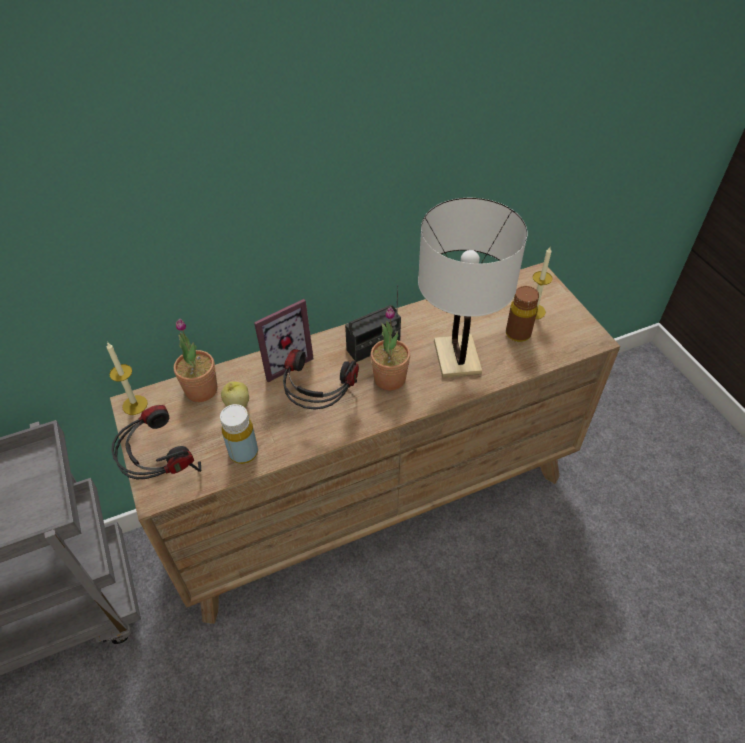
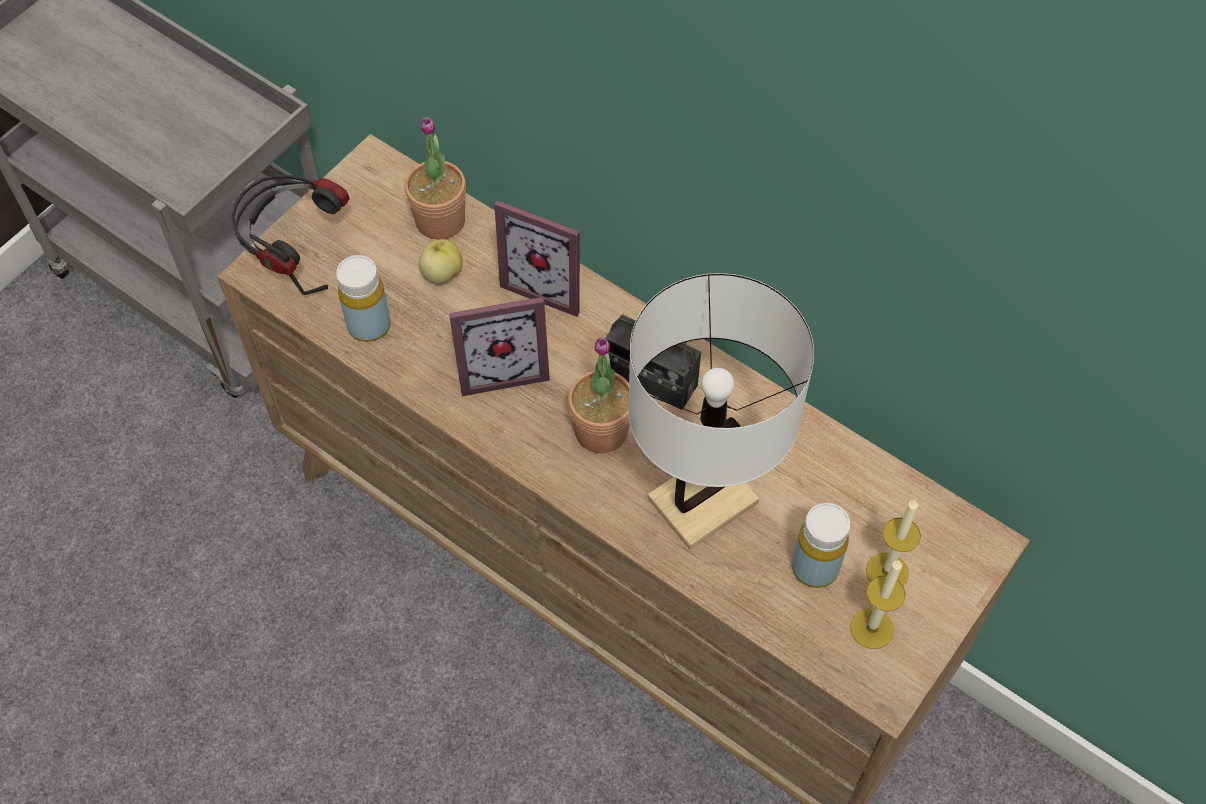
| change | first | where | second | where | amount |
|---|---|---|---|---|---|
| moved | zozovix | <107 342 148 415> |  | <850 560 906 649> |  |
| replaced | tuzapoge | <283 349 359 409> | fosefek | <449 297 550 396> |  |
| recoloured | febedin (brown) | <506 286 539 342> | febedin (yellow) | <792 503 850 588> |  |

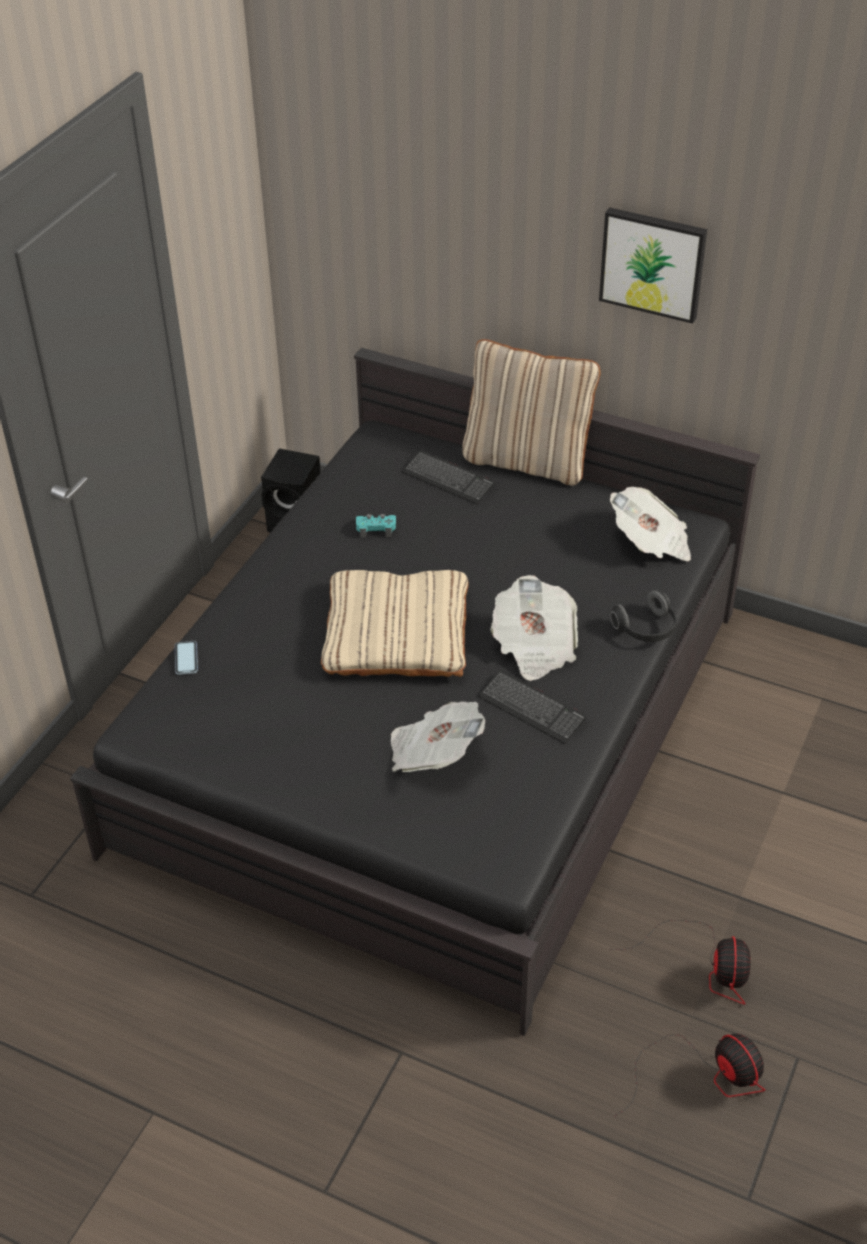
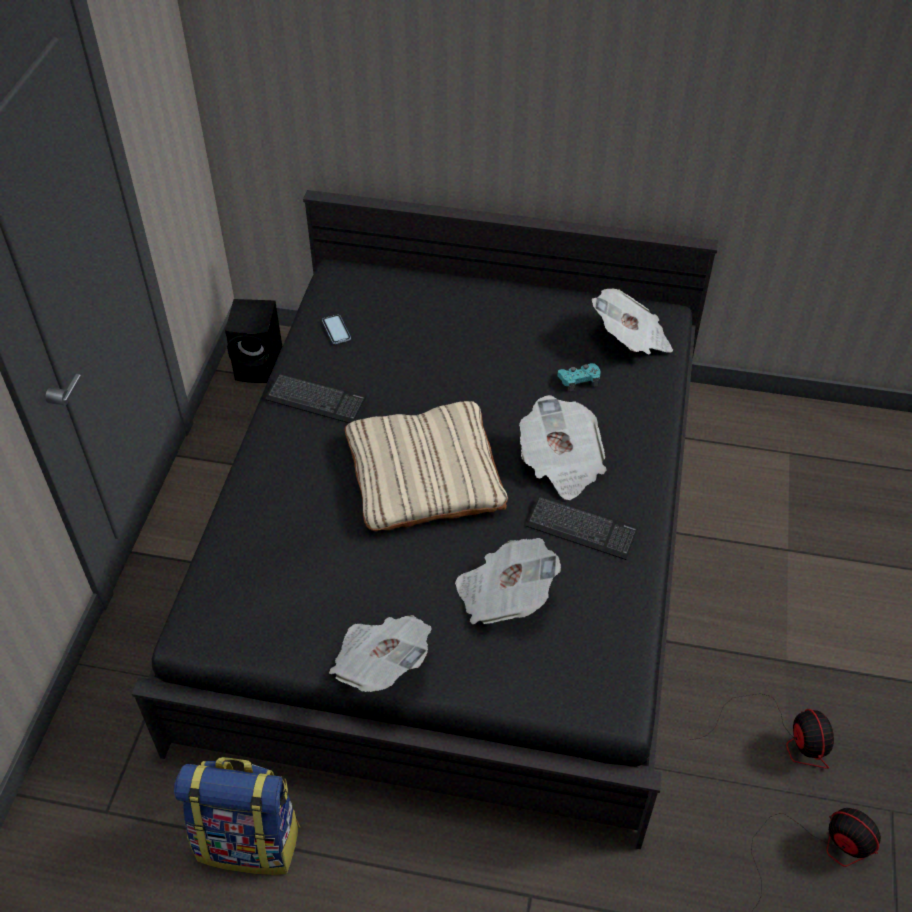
| change | first | where | second | where | amount |
|---|---|---|---|---|---|
| moved | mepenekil | <175 641 198 675> |  | <322 314 351 344> |  |
| moved | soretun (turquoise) | <356 514 396 538> |  | <558 363 601 392> |  |
| moved | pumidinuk | <402 451 495 504> |  | <265 372 366 423> |  |
| removed | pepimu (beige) | <462 339 601 486> |  |  |  |
| removed | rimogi | <599 207 707 324> |  |  |  |
| removed | tuzapoge | <610 589 677 642> |  |  |  |
| added |  |  | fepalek | <174 757 300 875> |  |
| added |  |  | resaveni | <329 615 432 692> |  |

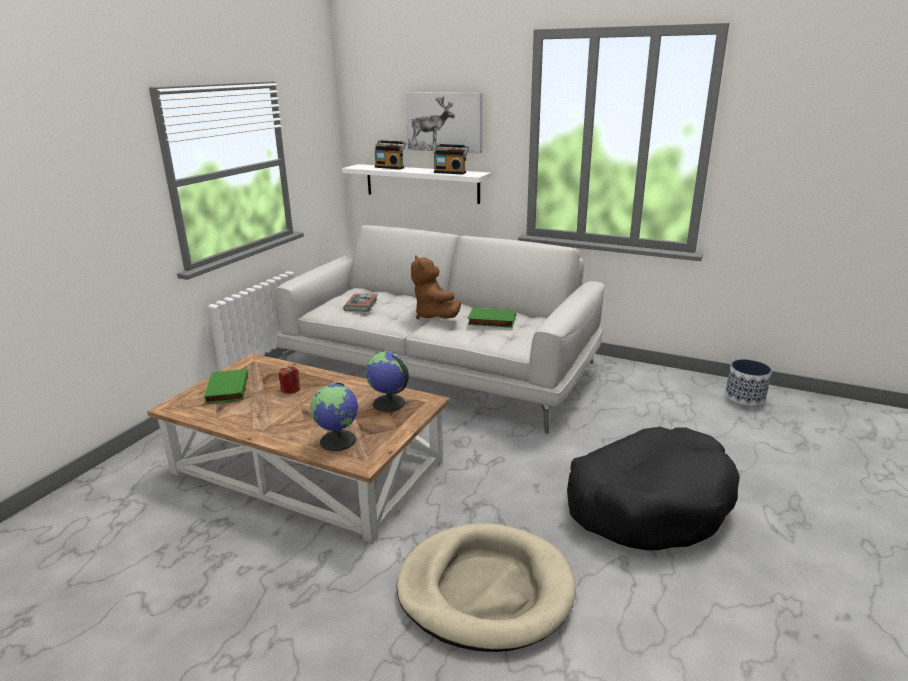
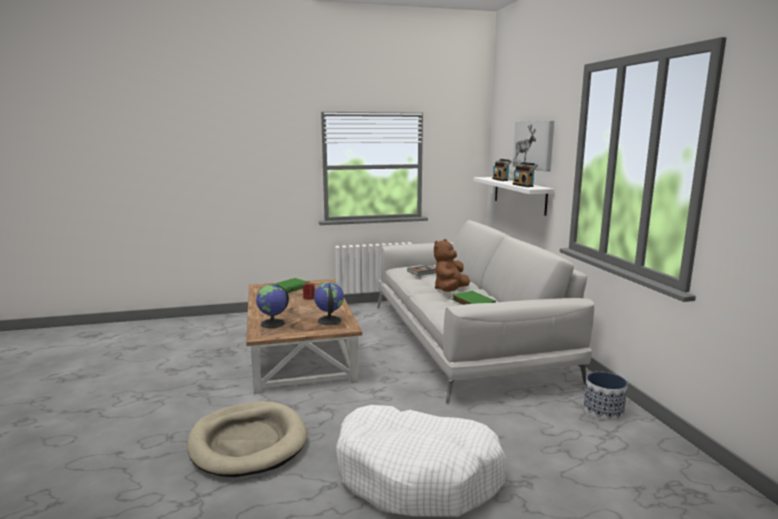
| change | first | where | second | where | amount |
|---|---|---|---|---|---|
| recoloured | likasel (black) | <567 427 740 550> | likasel (white) | <336 405 507 517> |  |
| moved | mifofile | <725 359 772 406> |  | <584 372 628 421> |  |

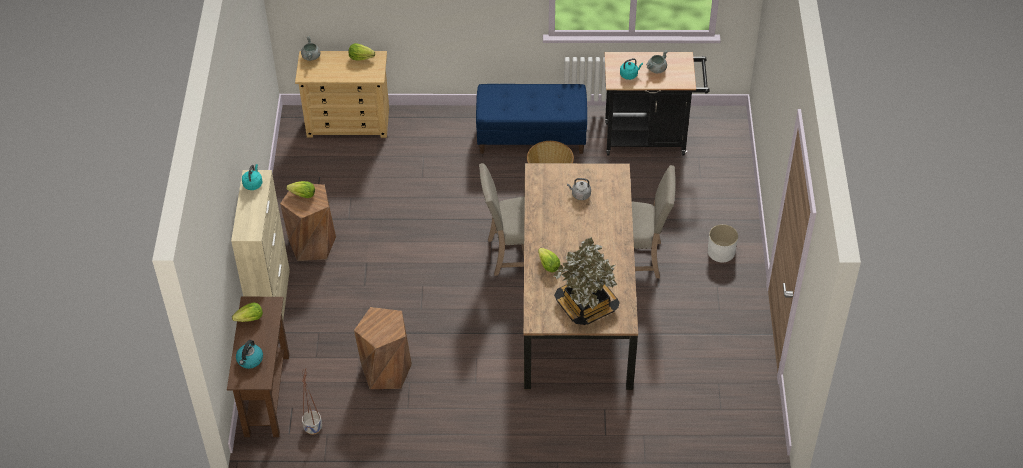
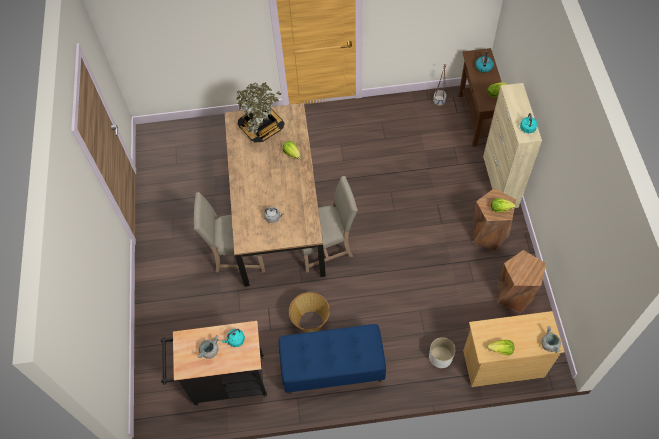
| change | first | where | second | where | amount |
|---|---|---|---|---|---|
| moved | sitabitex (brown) | <354 307 412 389> |  | <498 250 546 313> |  |
| moved | mifofile (white) | <708 224 738 262> |  | <429 337 456 368> |  |

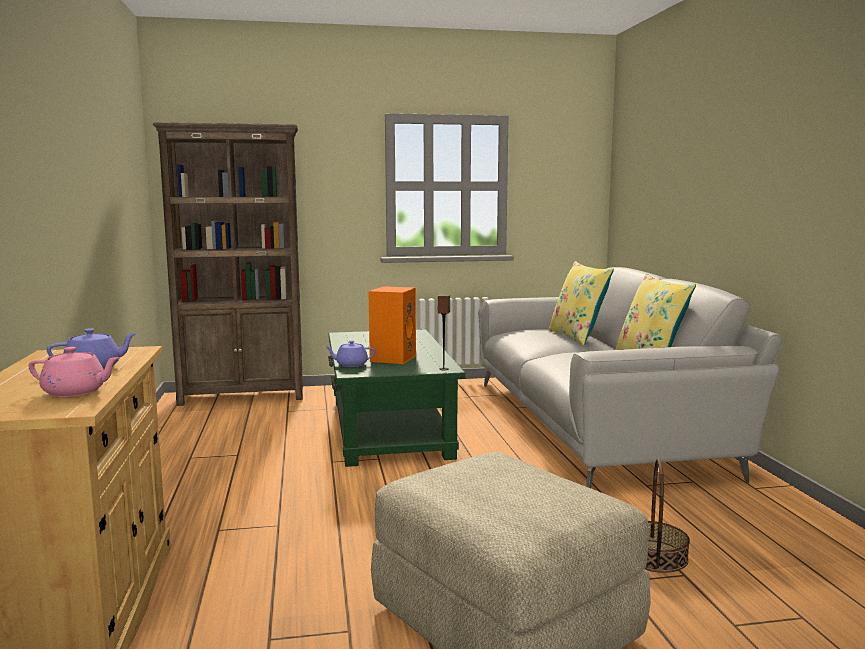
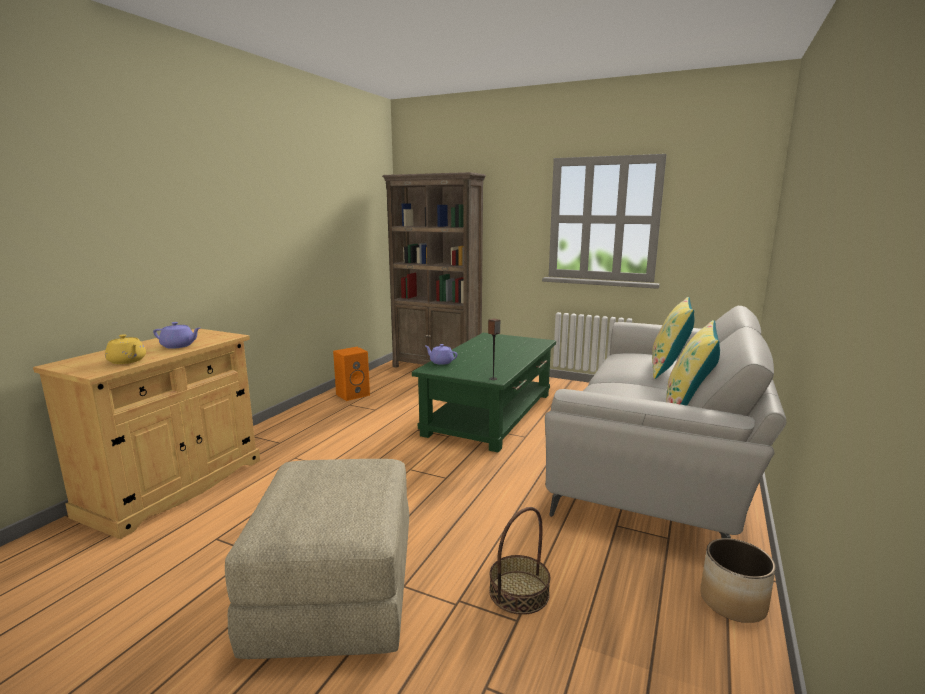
| change | first | where | second | where | amount |
|---|---|---|---|---|---|
| recoloured | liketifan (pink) | <28 347 120 397> | liketifan (yellow) | <105 334 146 364> |  |
| moved | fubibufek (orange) | <368 286 416 364> |  | <333 347 370 401> |  |
| added |  |  | mifofile | <700 538 776 623> |  |

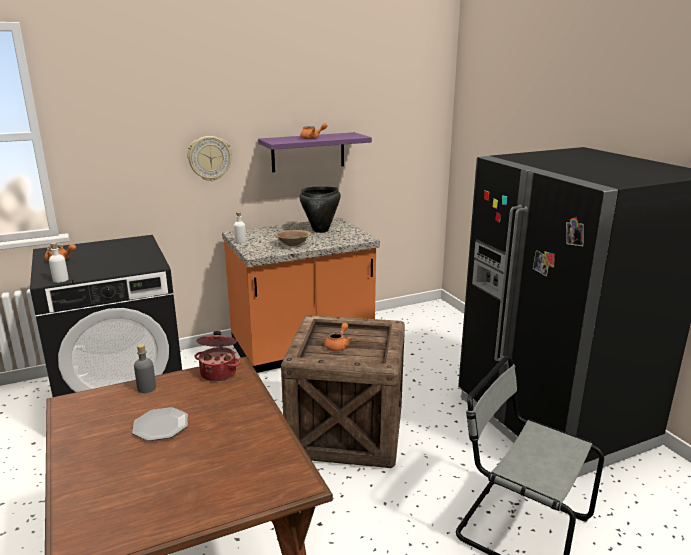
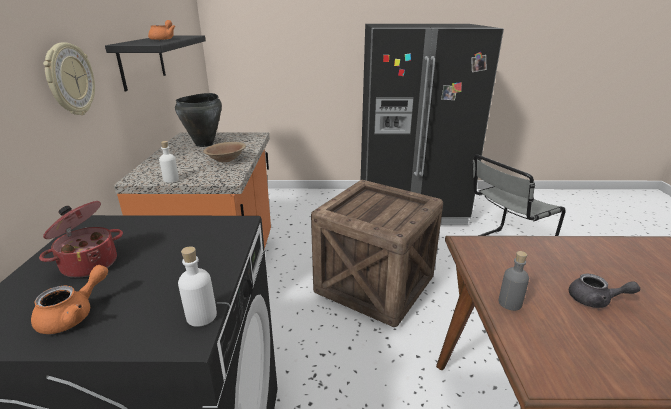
| change | first | where | second | where | amount |
|---|---|---|---|---|---|
| replaced | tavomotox | <132 407 188 441> | liketifan (grey) | <569 274 640 308> |  |
| moved | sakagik | <194 331 241 381> |  | <39 201 123 278> |  |
| recoloured | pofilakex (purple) | <258 132 372 172> | pofilakex (black) | <105 35 205 91> |  |
| removed | liketifan (orange) | <324 323 353 351> |  |  |  |

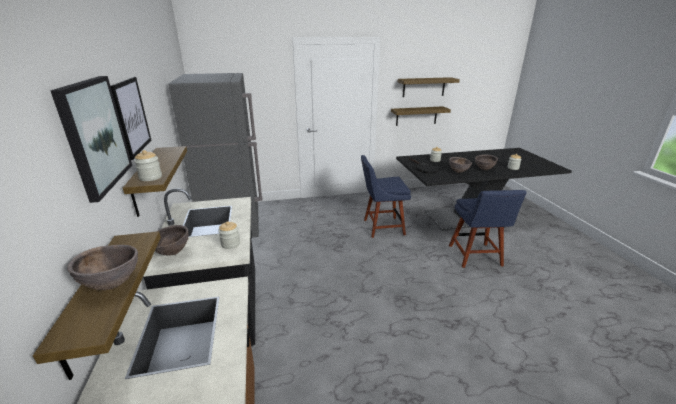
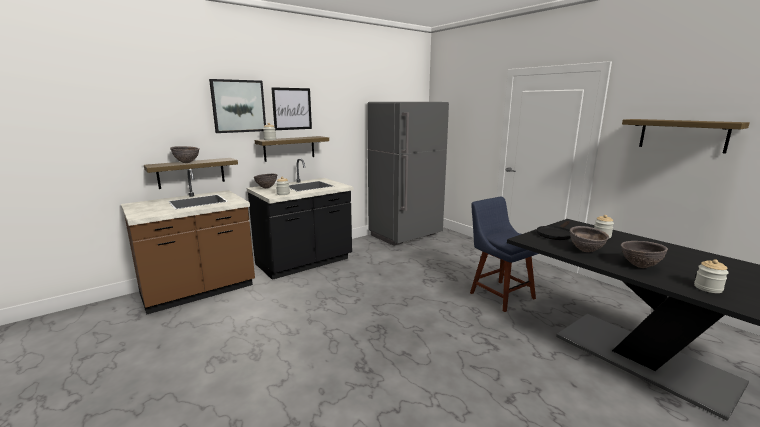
| change | first | where | second | where | amount |
|---|---|---|---|---|---|
| removed | pofilakex | <391 106 451 126> |  |  |  |
| removed | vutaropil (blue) | <449 190 526 268> |  |  |  |

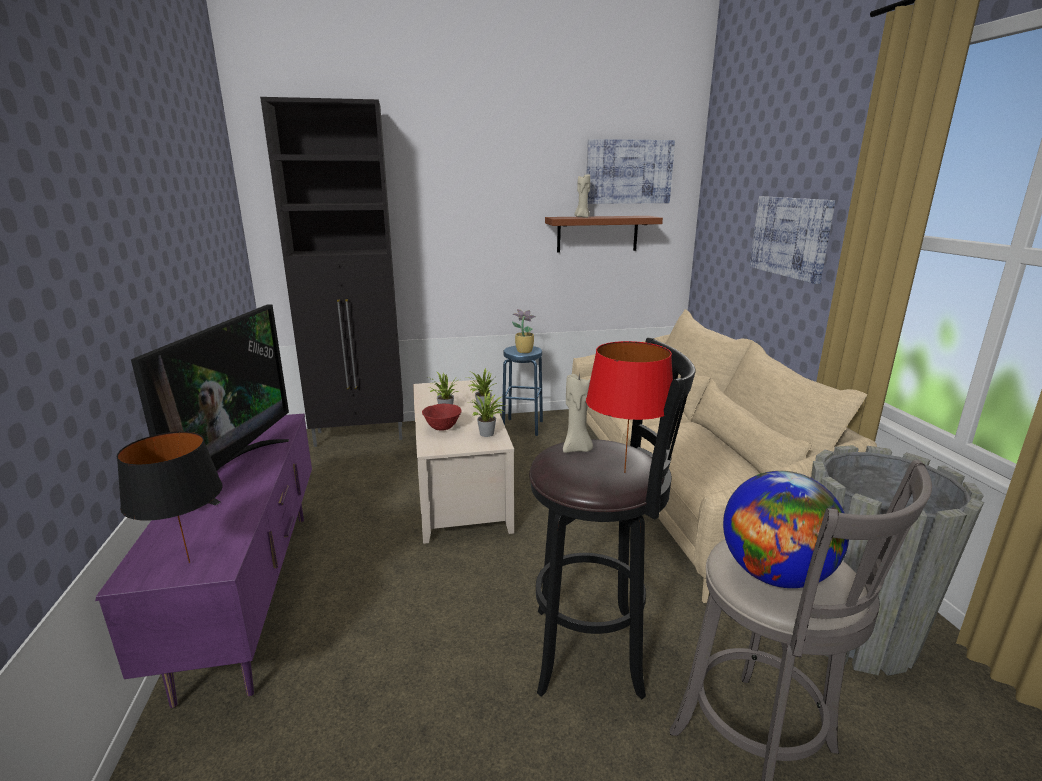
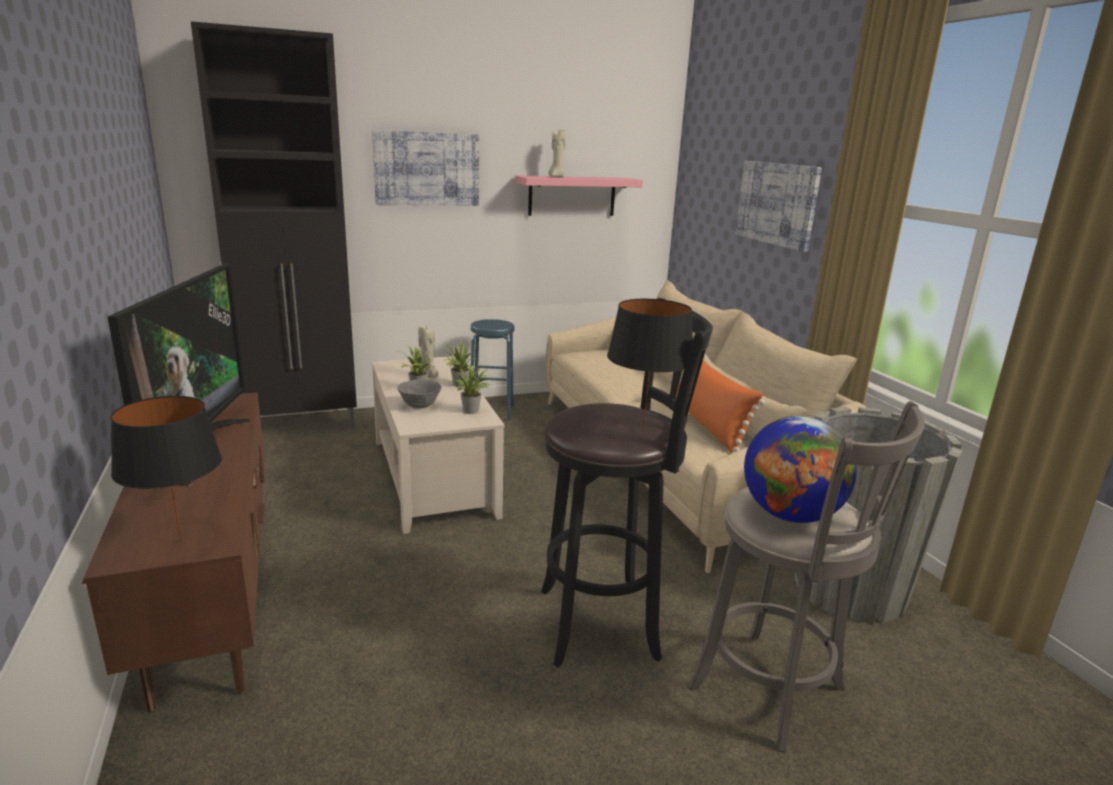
| change | first | where | second | where | amount |
|---|---|---|---|---|---|
| recoloured | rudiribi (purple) | <95 413 312 708> | rudiribi (brown) | <82 392 265 712> |  |
| recoloured | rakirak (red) | <422 403 462 431> | rakirak (grey) | <397 379 442 409> |  |
| removed | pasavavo | <512 309 536 353> |  |  |  |
| recoloured | pofilakex (brown) | <545 216 663 253> | pofilakex (pink) | <515 175 643 216> |  |
| moved | zozovix (beige) | <563 374 593 453> |  | <418 325 438 377> |  |
| recoloured | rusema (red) | <586 341 673 473> | rusema (black) | <607 299 693 431> |  |
| moved | rimogi | <587 139 675 204> |  | <372 130 479 206> |  |
| added |  |  | pepimu (orange) | <675 360 765 452> |  |

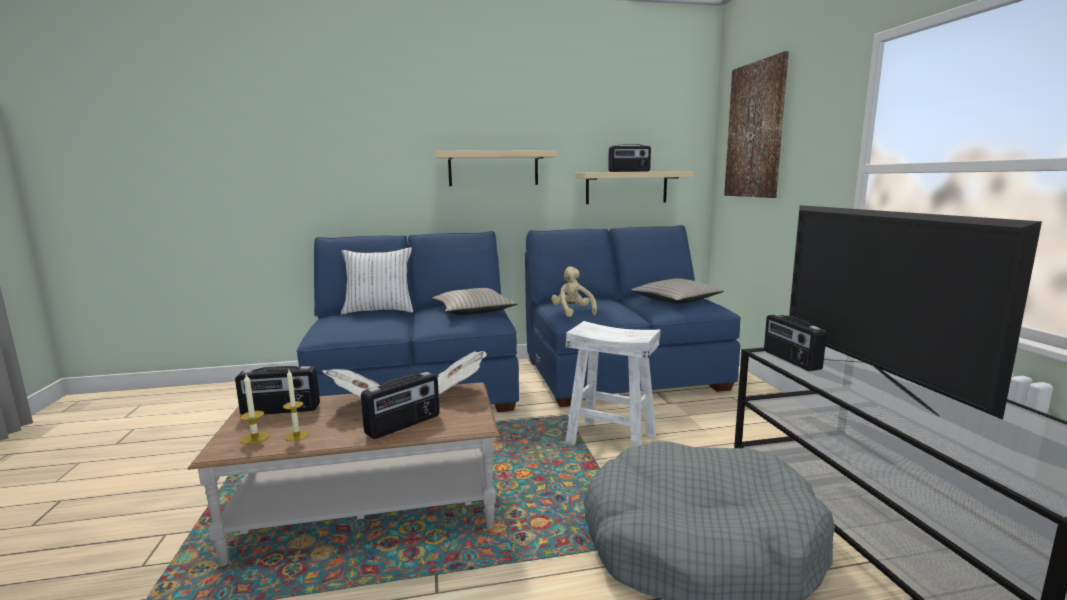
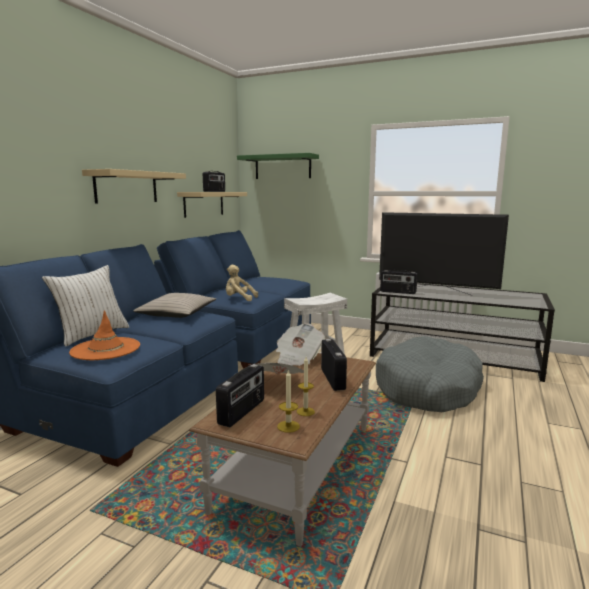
| change | first | where | second | where | amount |
|---|---|---|---|---|---|
| removed | pepimu (beige) | <631 278 724 304> |  |  |  |
| replaced | rimogi | <724 51 789 198> | pofilakex (green) | <237 153 319 179> |  |
| added |  |  | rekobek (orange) | <69 310 140 360> |  |

